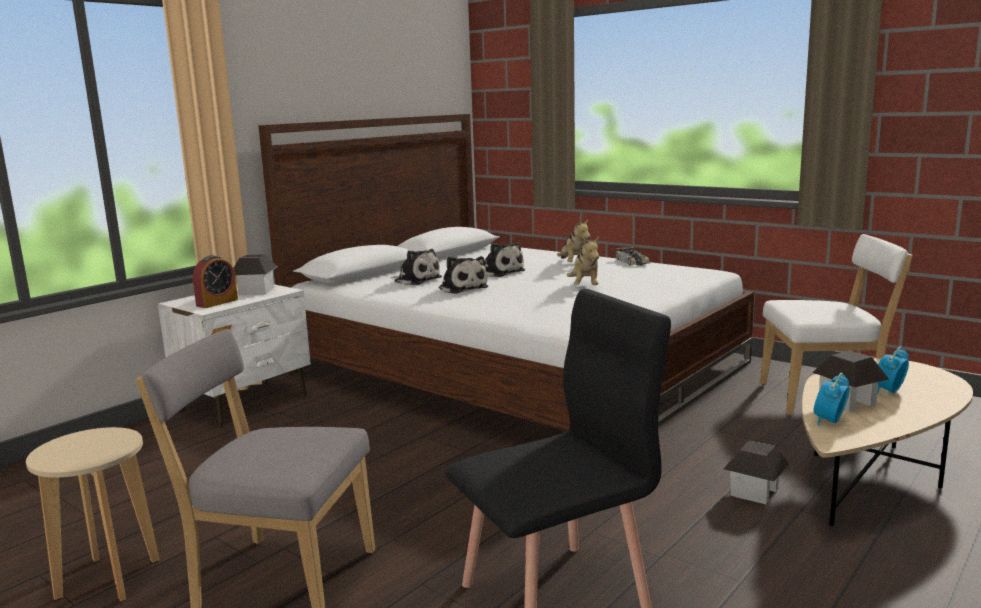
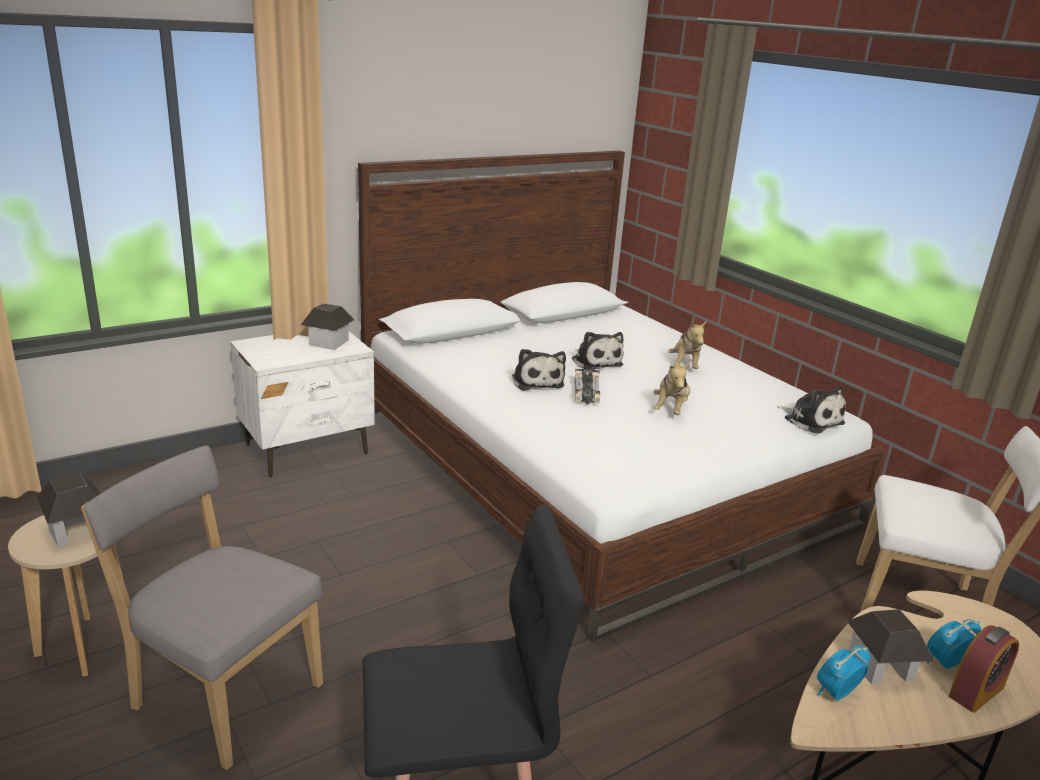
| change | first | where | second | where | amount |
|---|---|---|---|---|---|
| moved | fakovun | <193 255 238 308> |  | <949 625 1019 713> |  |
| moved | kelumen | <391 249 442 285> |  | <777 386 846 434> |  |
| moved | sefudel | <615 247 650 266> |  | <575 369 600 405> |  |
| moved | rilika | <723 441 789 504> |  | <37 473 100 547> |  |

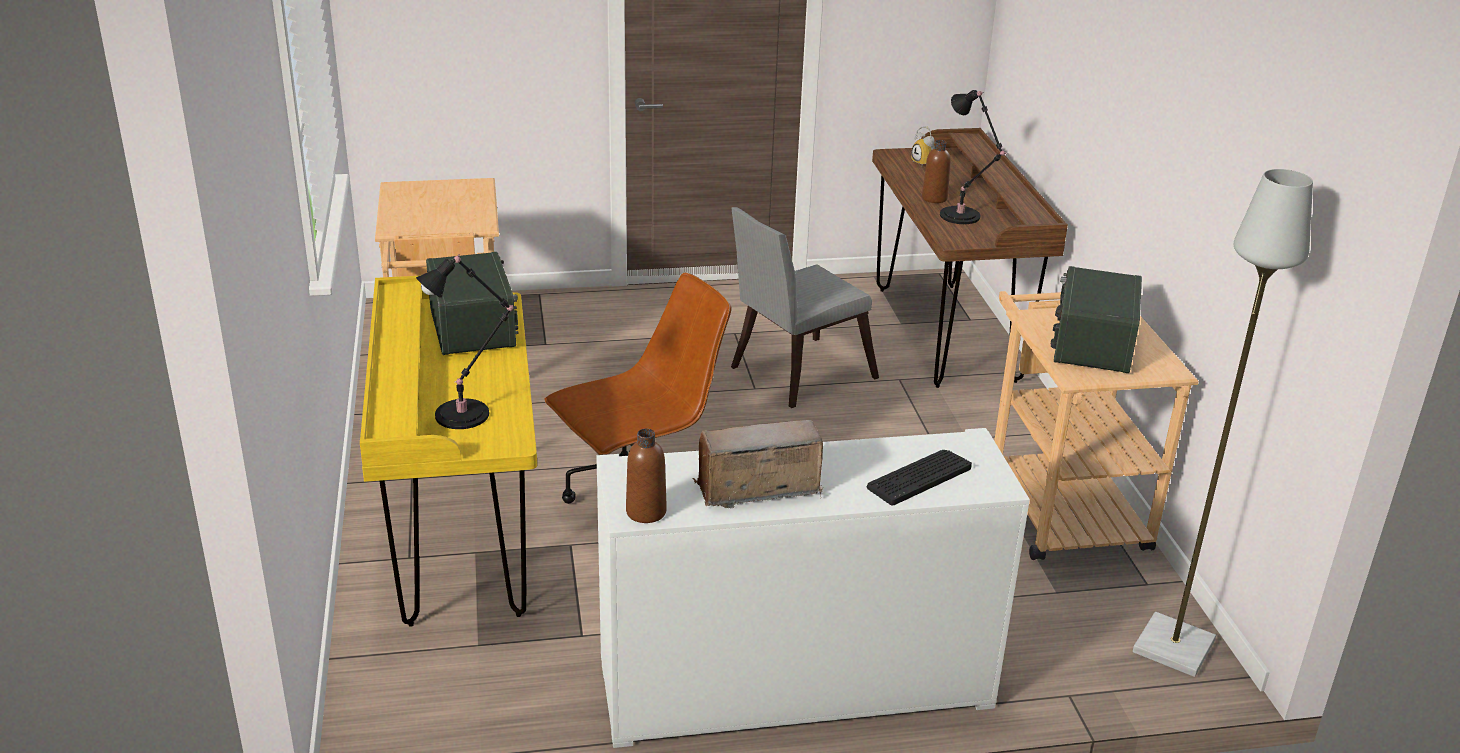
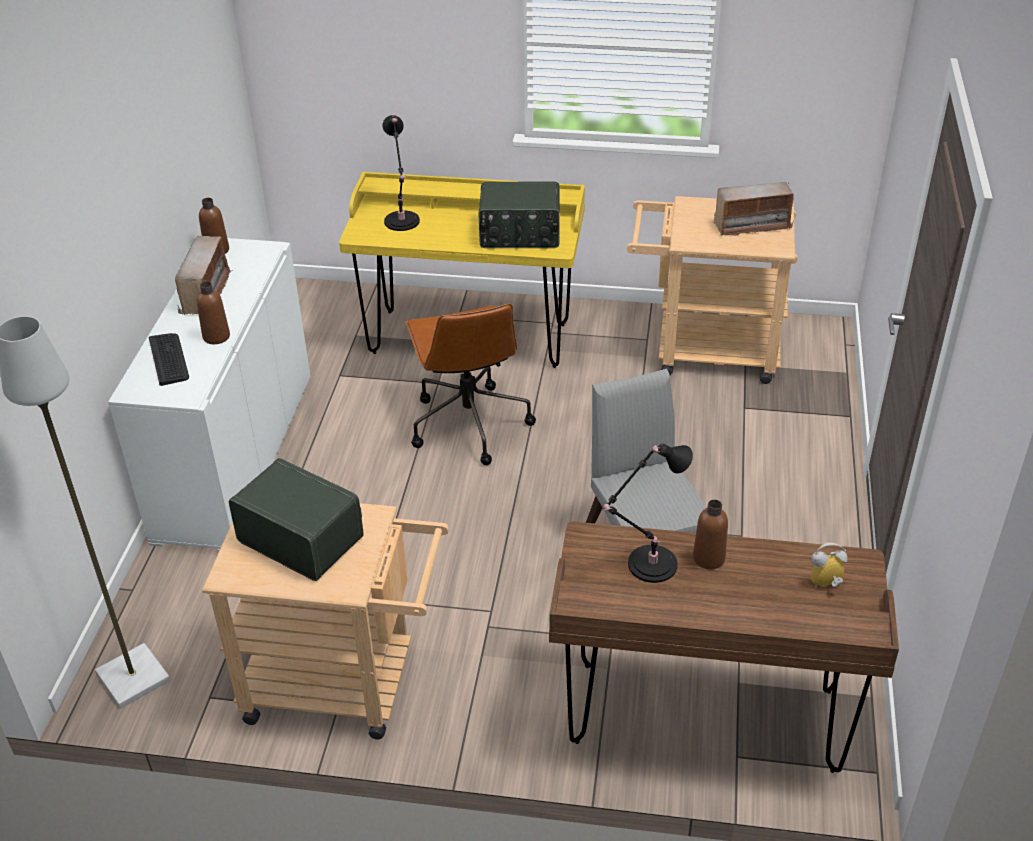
| change | first | where | second | where | amount |
|---|---|---|---|---|---|
| added |  |  | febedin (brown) | <197 281 230 344> |  |
| added |  |  | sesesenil | <713 182 794 236> |  |

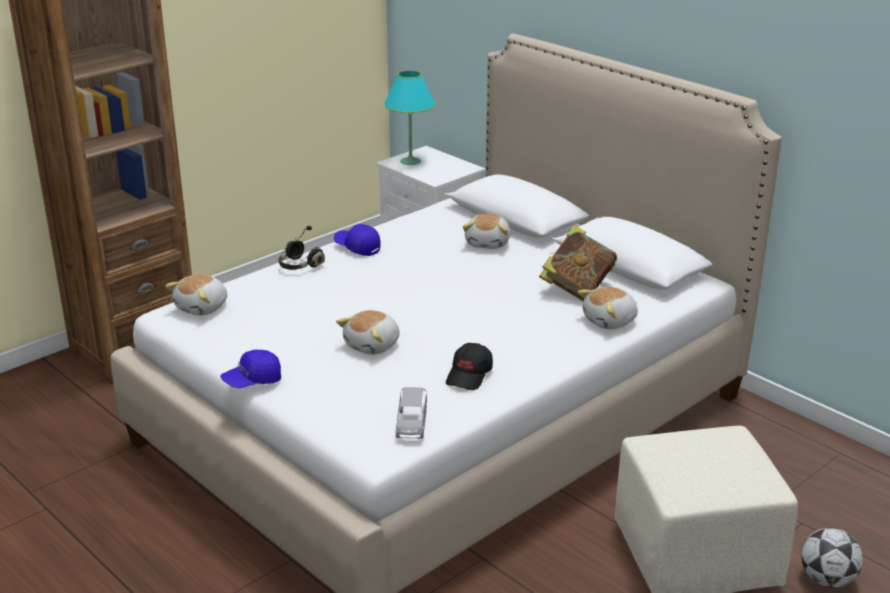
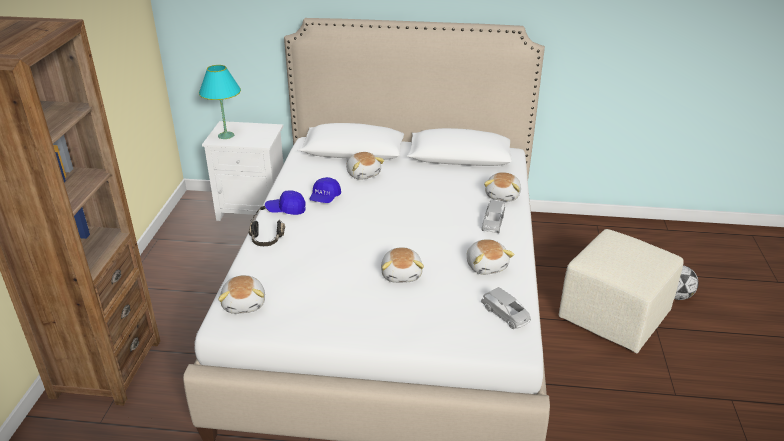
| change | first | where | second | where | amount |
|---|---|---|---|---|---|
| moved | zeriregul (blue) | <220 350 281 388> |  | <309 177 341 203> |  |
| replaced | zeriregul (black) | <446 343 493 390> | kelumen | <467 239 515 275> |  |
| removed | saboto | <539 225 617 301> |  |  |  |
| added |  |  | sefudel (grey) | <482 200 505 233> |  |

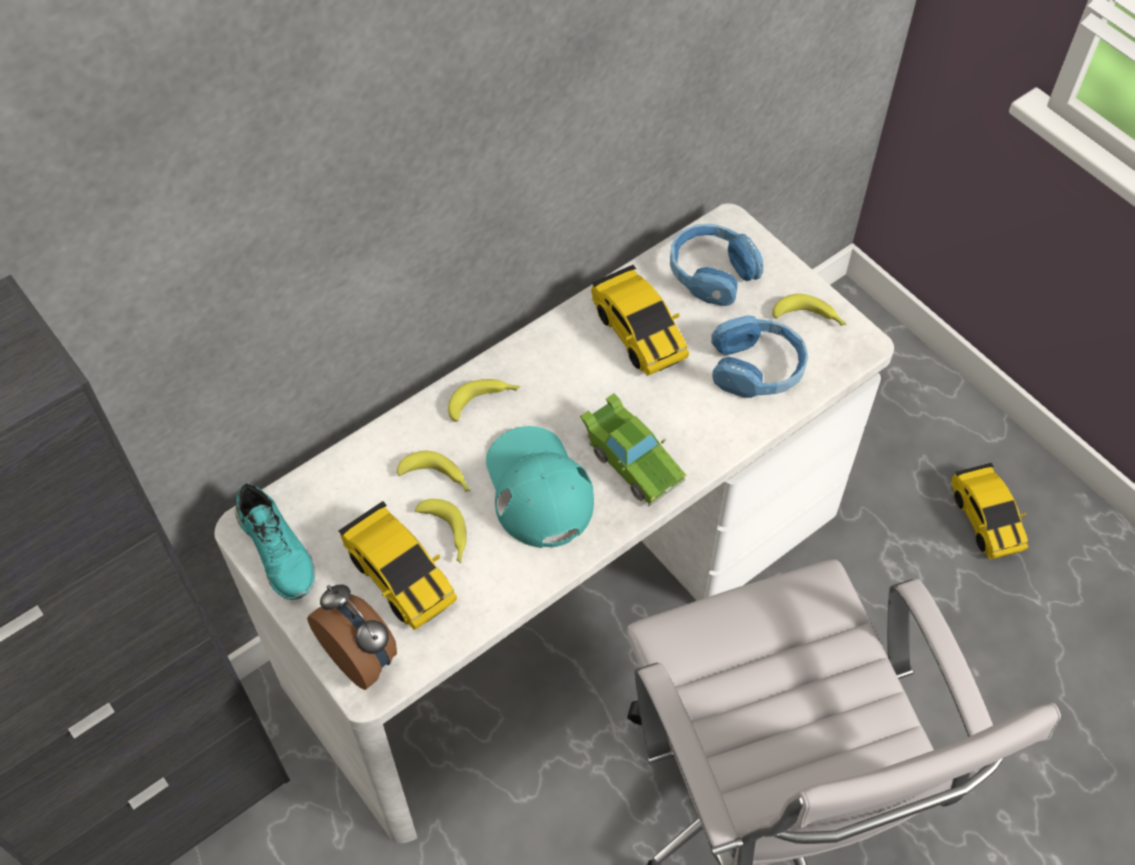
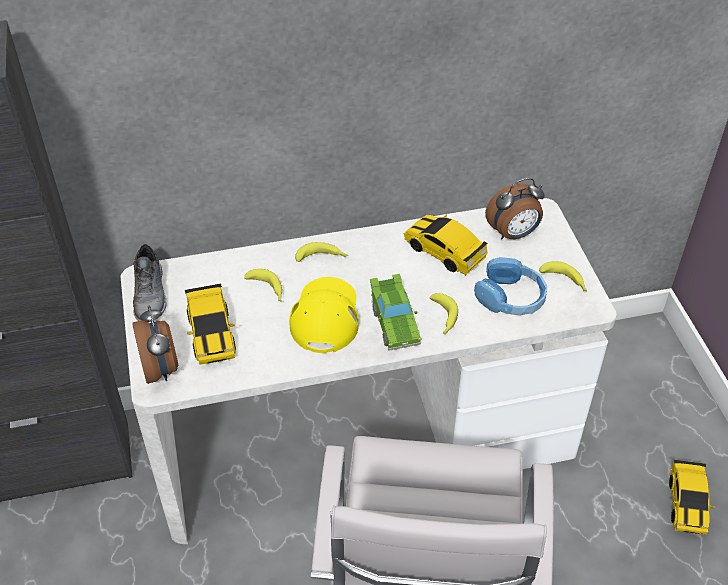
| change | first | where | second | where | amount |
|---|---|---|---|---|---|
| recoloured | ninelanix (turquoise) | <235 483 315 600> | ninelanix (grey) | <133 244 167 322> |  |
| moved | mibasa | <415 499 467 563> |  | <429 293 458 335> |  |
| recoloured | zeriregul (turquoise) | <486 426 594 548> | zeriregul (yellow) | <289 277 359 353> |  |
| turned | sefudel | <591 265 690 376> |  | <404 215 488 275> | 135 degrees clockwise |
| replaced | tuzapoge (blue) | <670 224 763 306> | fakovun | <485 178 545 240> |  |

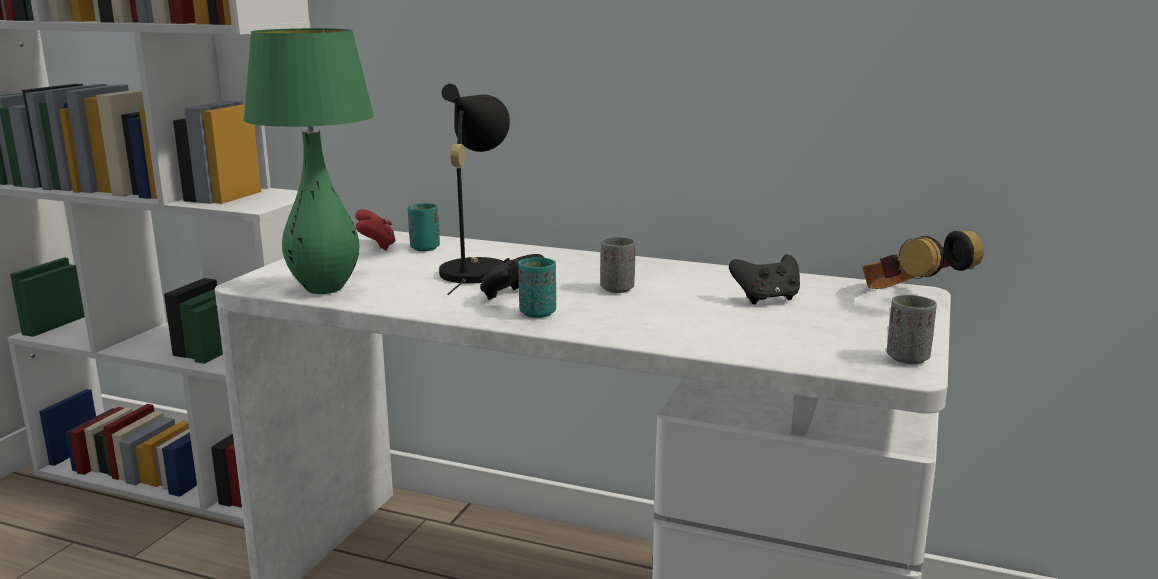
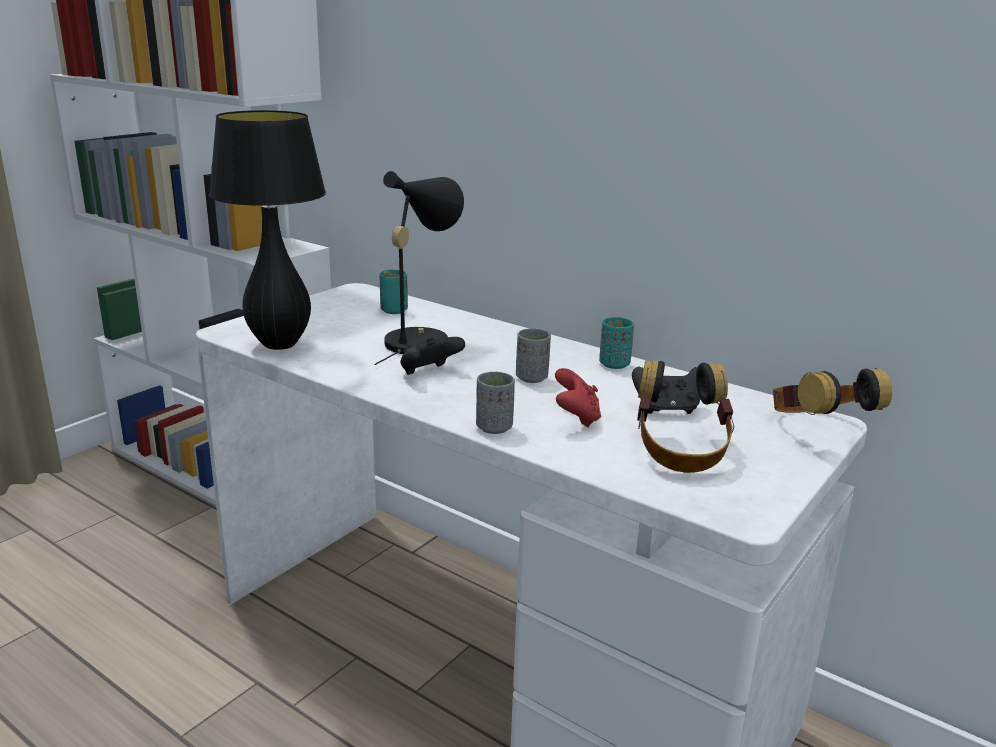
| change | first | where | second | where | amount |
|---|---|---|---|---|---|
| recoloured | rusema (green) | <243 28 374 294> | rusema (black) | <209 110 326 350> |  |
| moved | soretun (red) | <355 209 396 251> |  | <555 368 601 427> |  |
| moved | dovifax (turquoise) | <518 257 556 318> |  | <599 317 634 369> |  |
| moved | dovifax (grey) | <887 295 937 364> |  | <476 372 515 434> |  |
| added |  |  | tuzapoge | <637 360 734 473> |  |

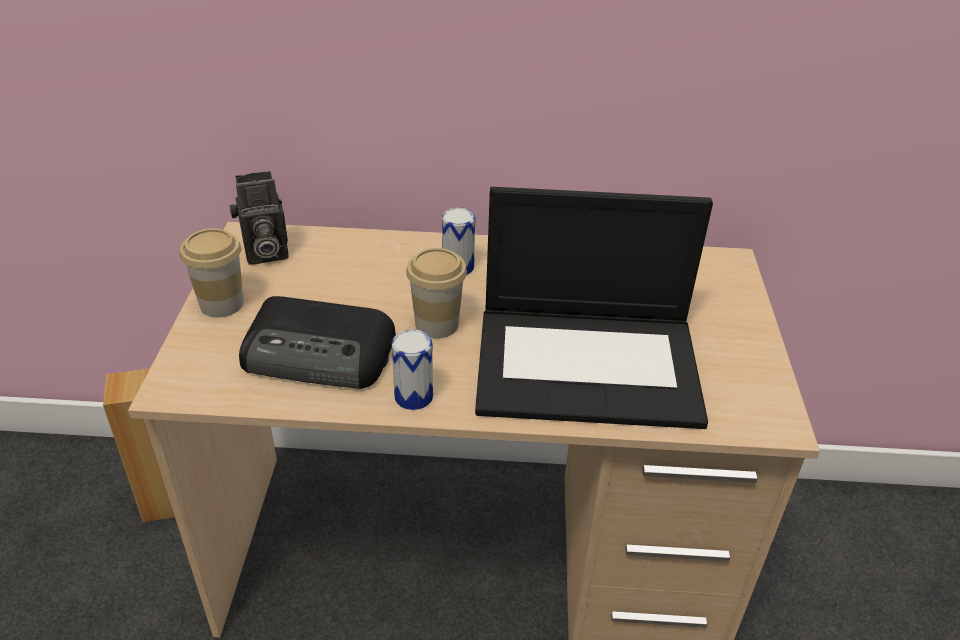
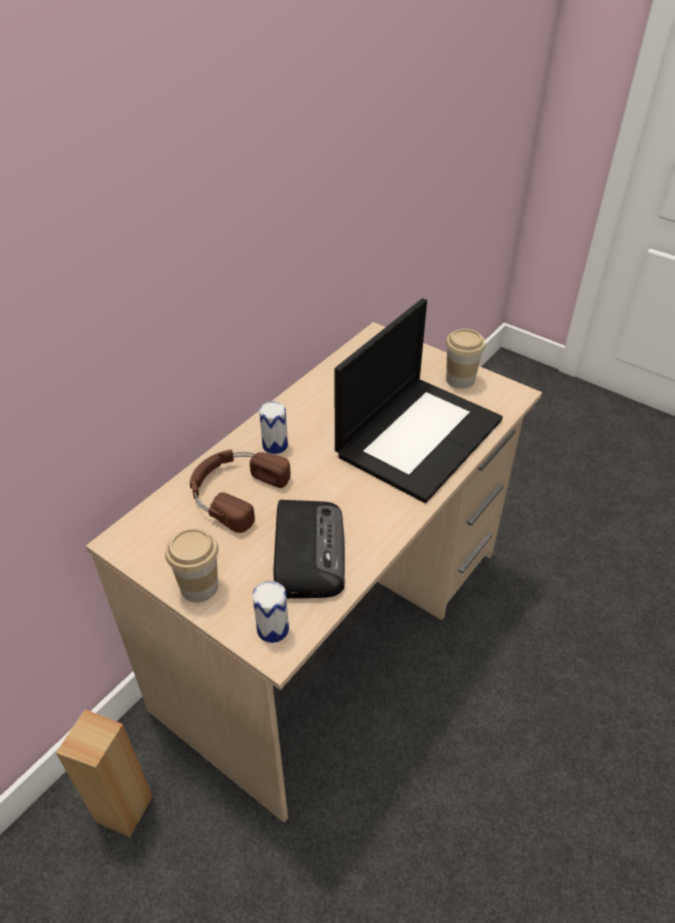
| change | first | where | second | where | amount |
|---|---|---|---|---|---|
| removed | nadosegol | <230 171 288 265> |  |  |  |
| turned | sesesenil | <239 296 396 389> |  | <274 500 345 598> | 45 degrees counterclockwise |
| moved | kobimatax | <392 329 433 410> |  | <252 581 289 643> |  |
| moved | dovifax | <406 248 467 338> |  | <446 329 485 389> |  |
| added |  |  | tuzapoge (brown) | <190 449 291 533> |  |

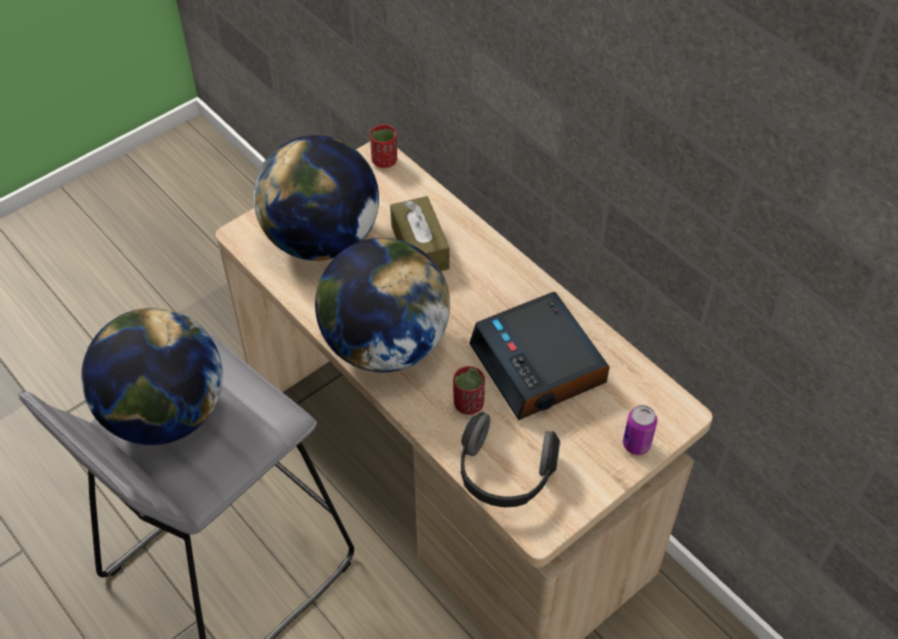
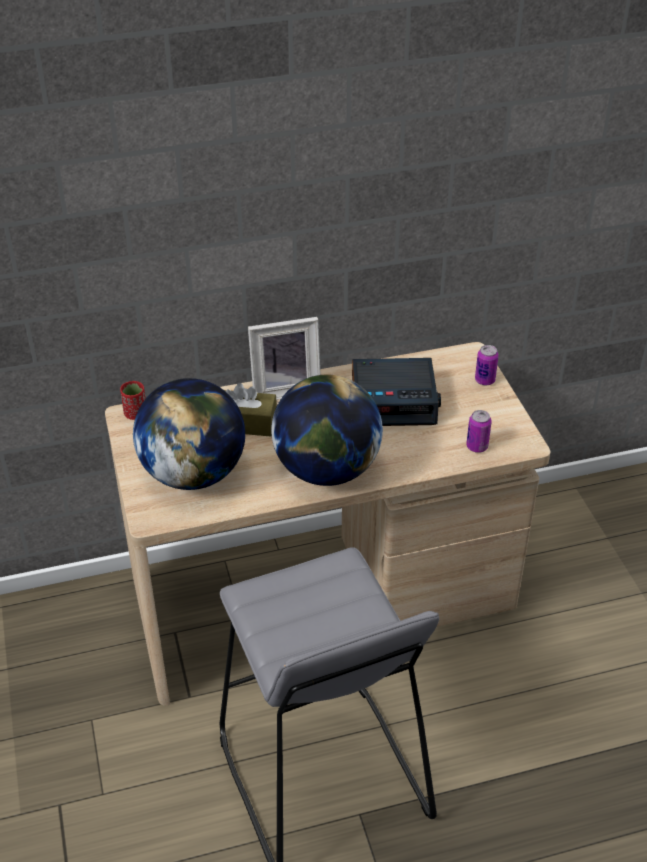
| change | first | where | second | where | amount |
|---|---|---|---|---|---|
| removed | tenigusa | <81 308 223 445> |  |  |  |
| removed | dovifax (red) | <453 366 485 415> |  |  |  |
| replaced | tuzapoge | <461 412 561 507> | kobimatax | <466 410 492 453> |  |
| added |  |  | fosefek | <248 317 321 400> |  |

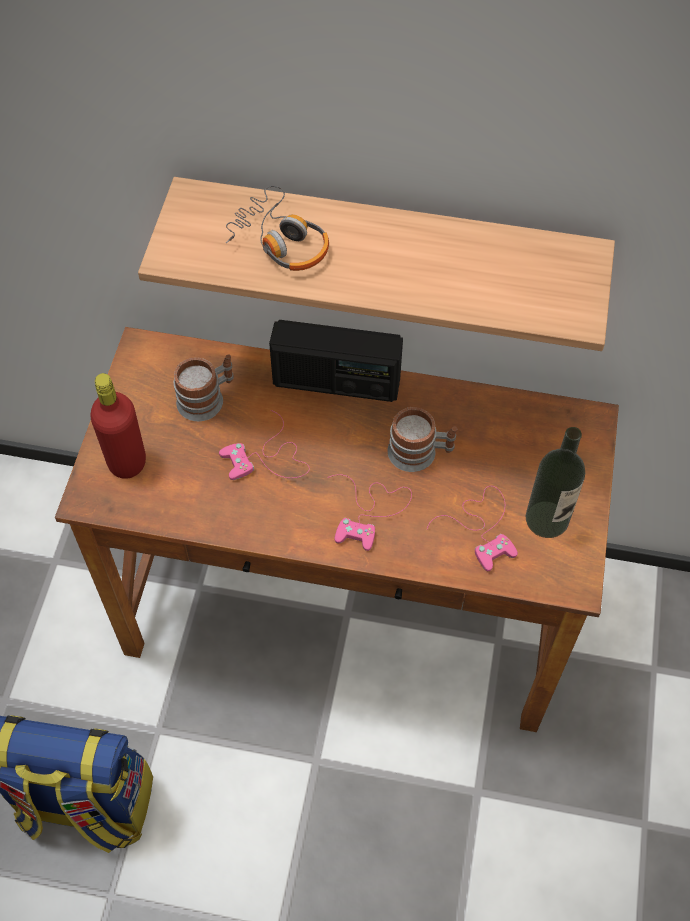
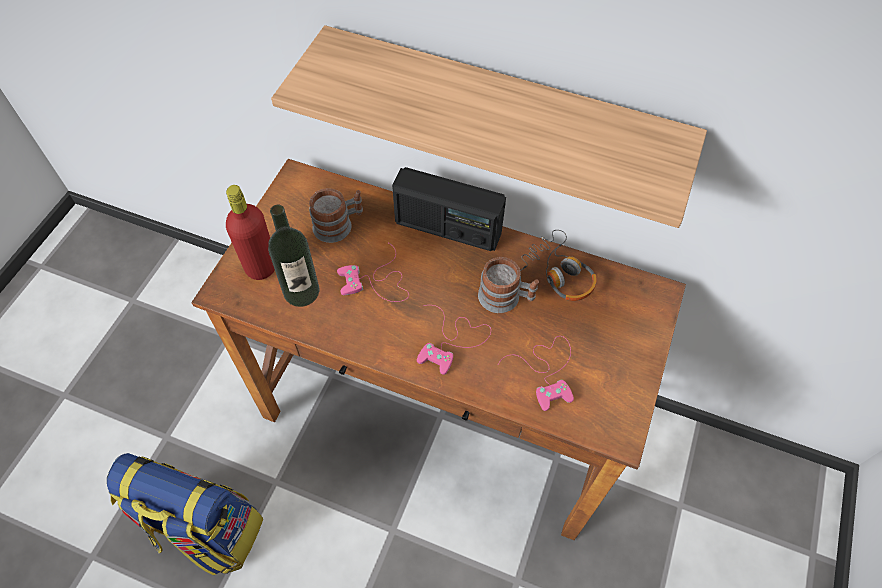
| change | first | where | second | where | amount |
|---|---|---|---|---|---|
| moved | tuzapoge | <226 186 329 271> |  | <520 230 597 301> |  |
| moved | febedin | <525 427 585 538> |  | <268 205 319 307> |  |

